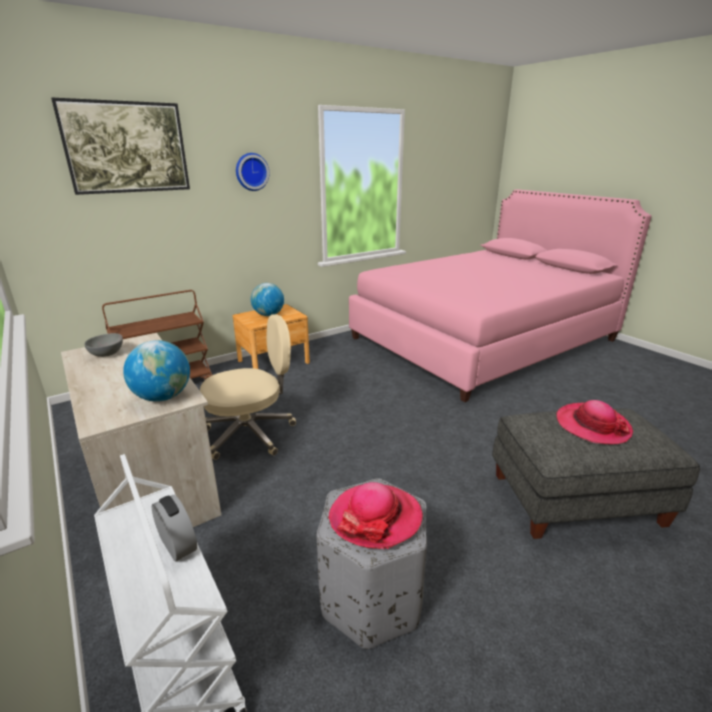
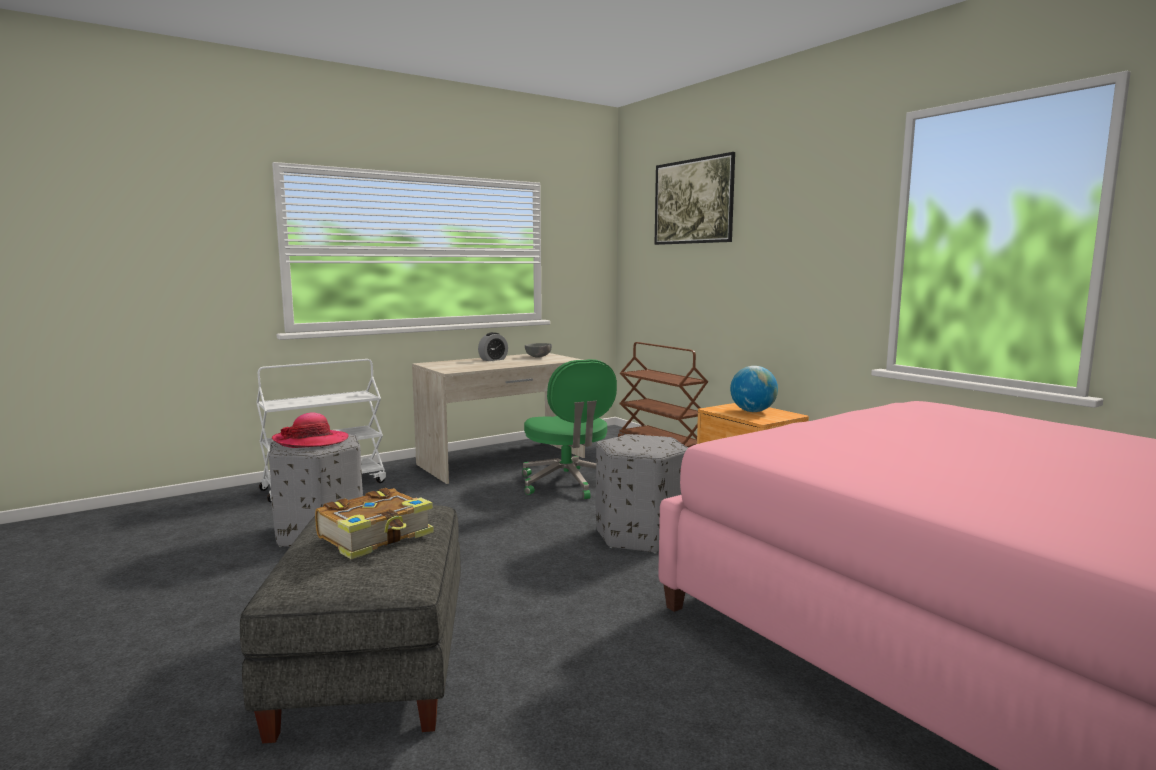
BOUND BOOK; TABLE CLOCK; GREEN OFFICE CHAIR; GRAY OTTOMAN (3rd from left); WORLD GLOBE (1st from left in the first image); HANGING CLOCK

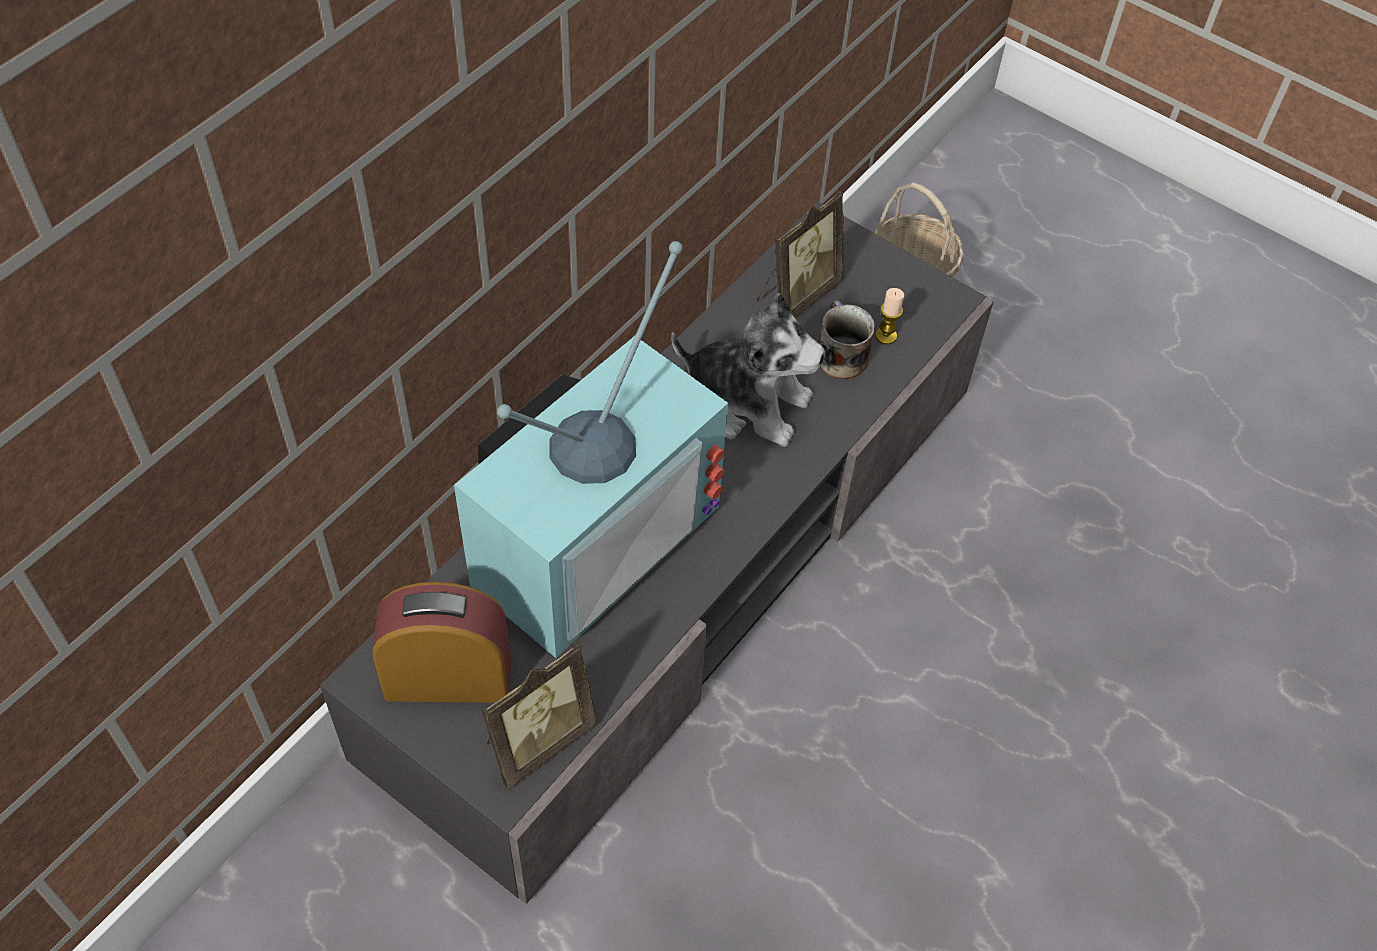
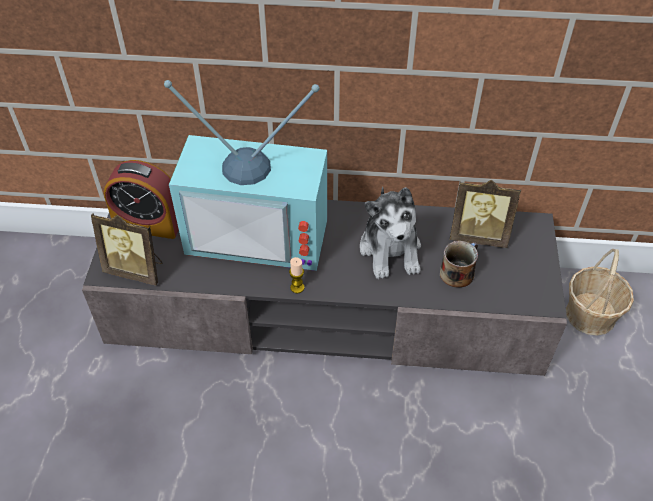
TABLE CLOCK; WAX CANDLE

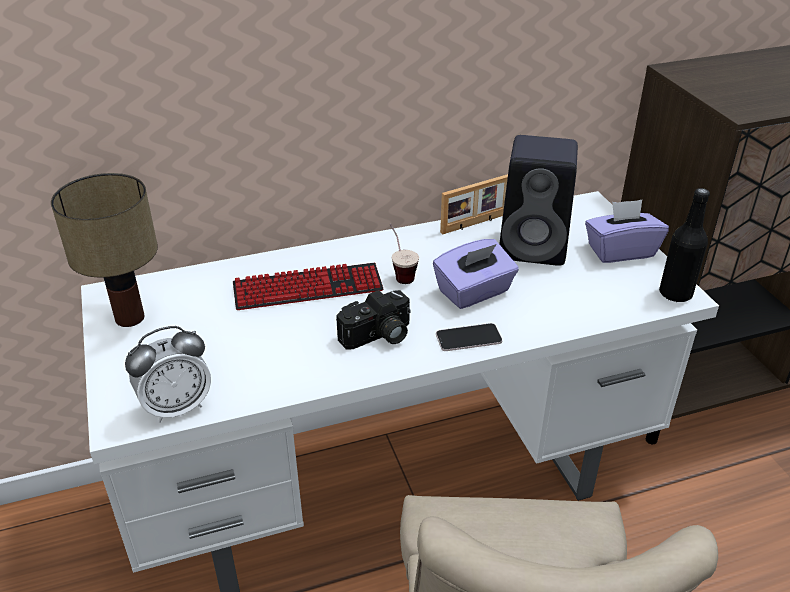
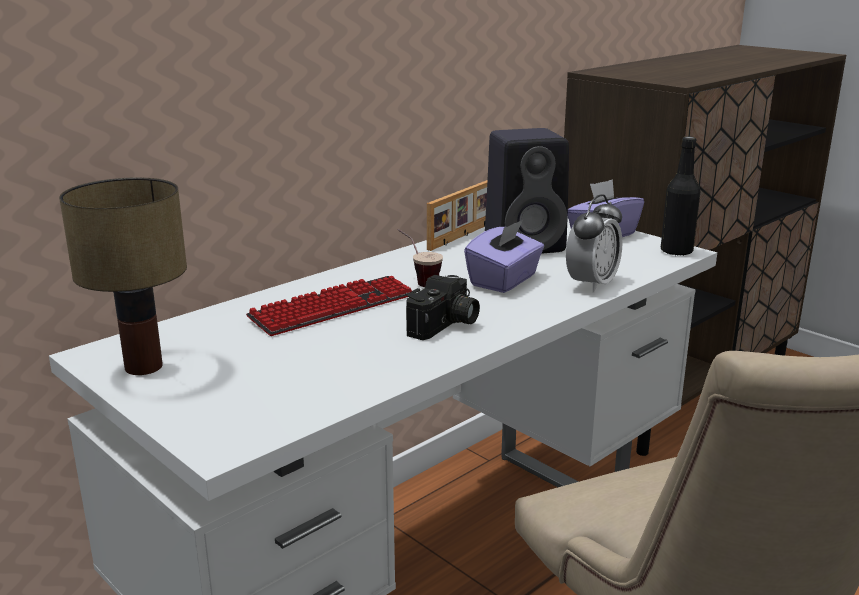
TABLE CLOCK; HANDSET

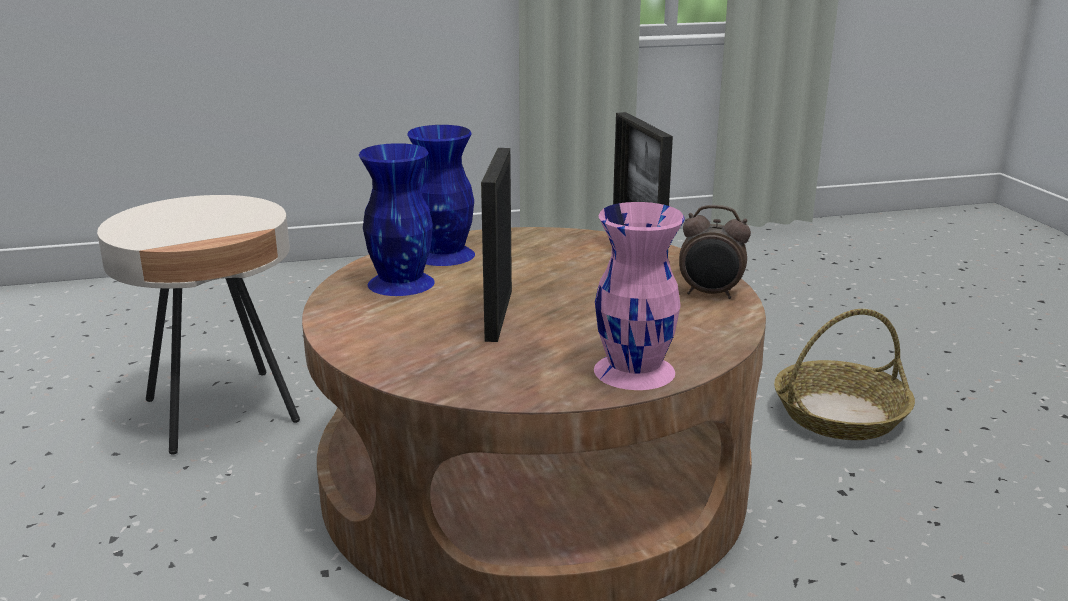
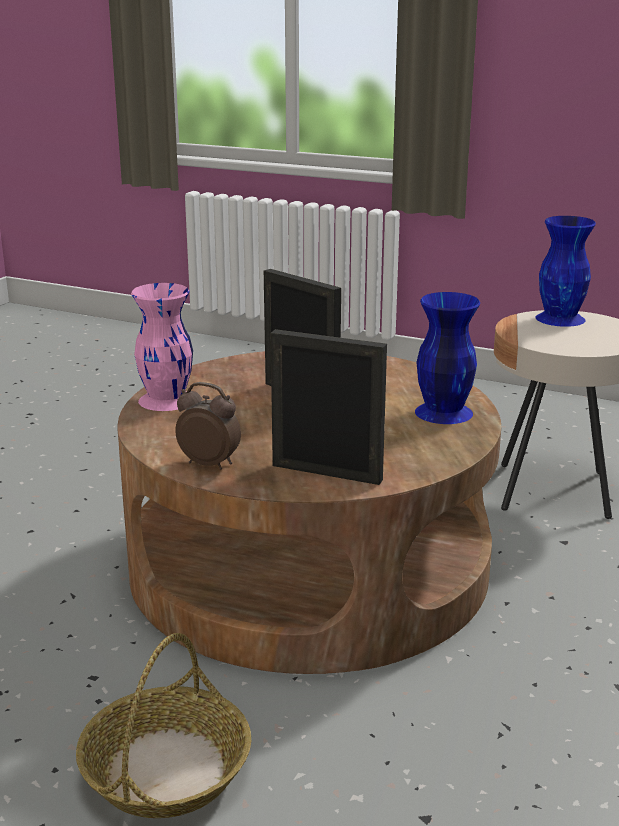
TABLE CLOCK; BLUISH DECORATIVE VASE (2nd from left)

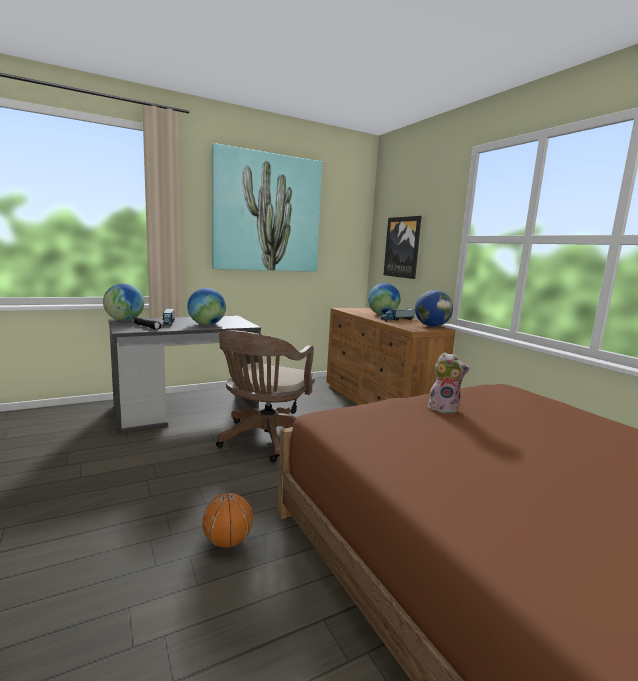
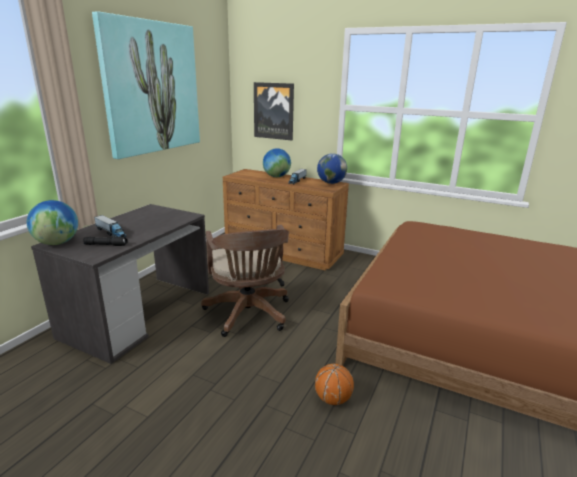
WORLD GLOBE (2nd from left in the first image); PLUSH TOY

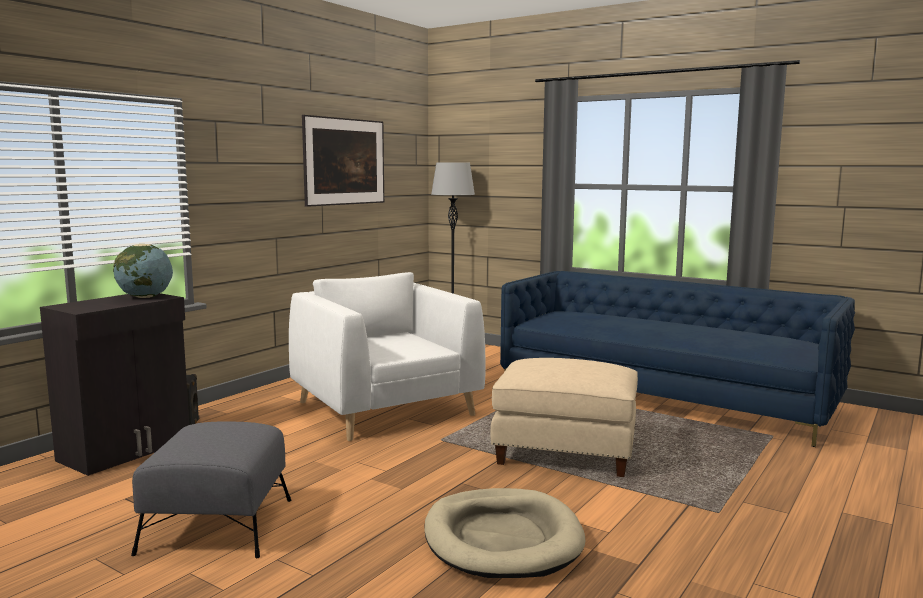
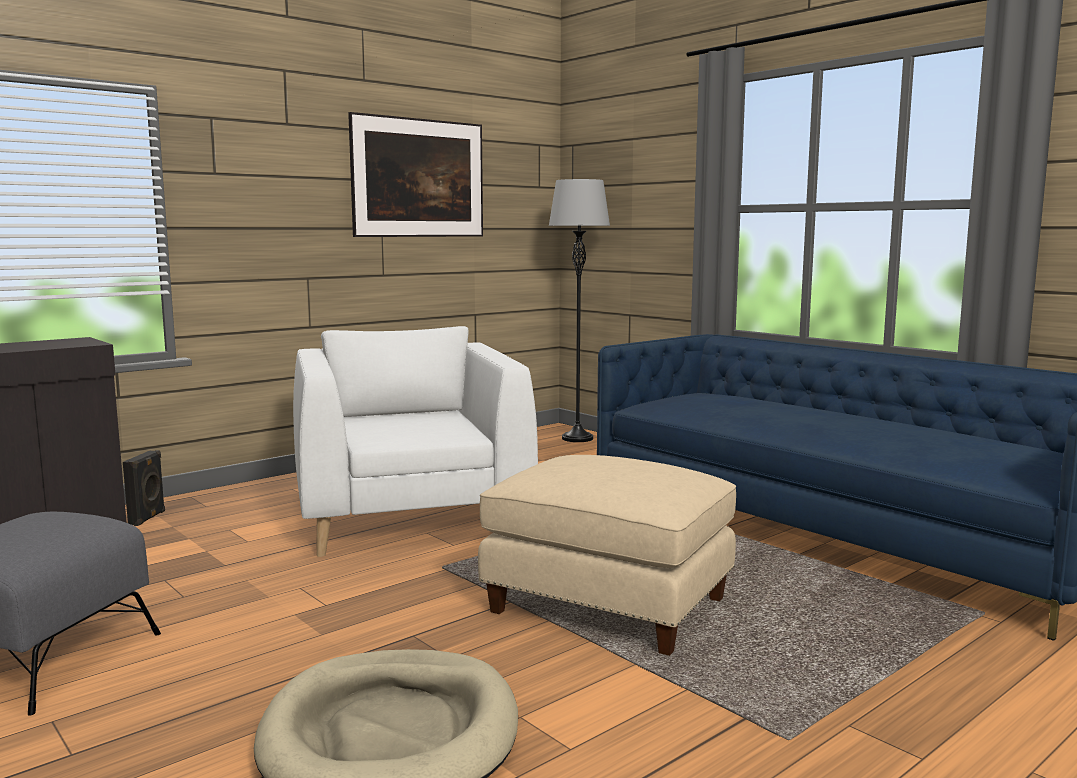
WORLD GLOBE

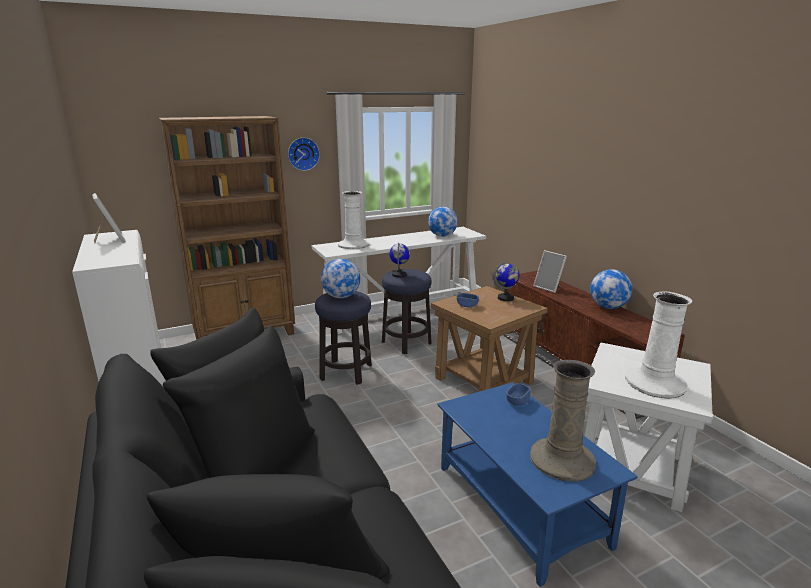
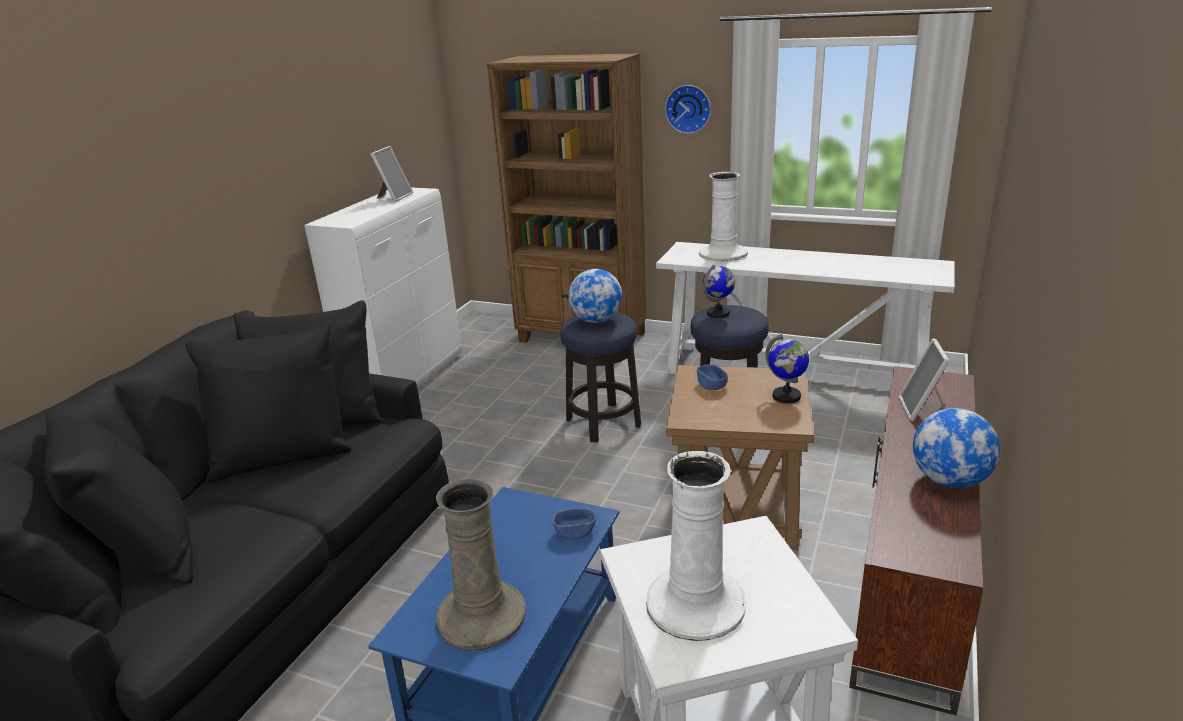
WORLD GLOBE (3rd from left in the first image)

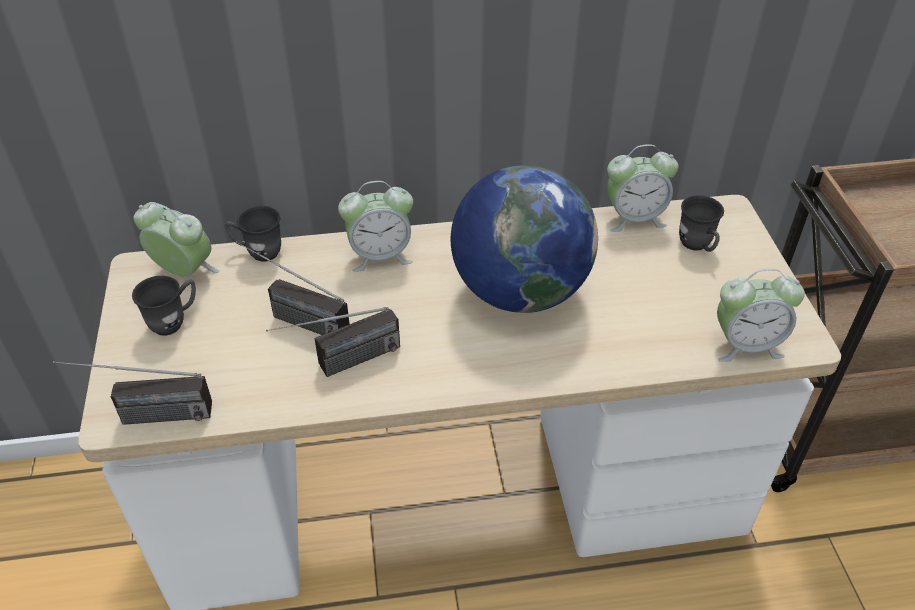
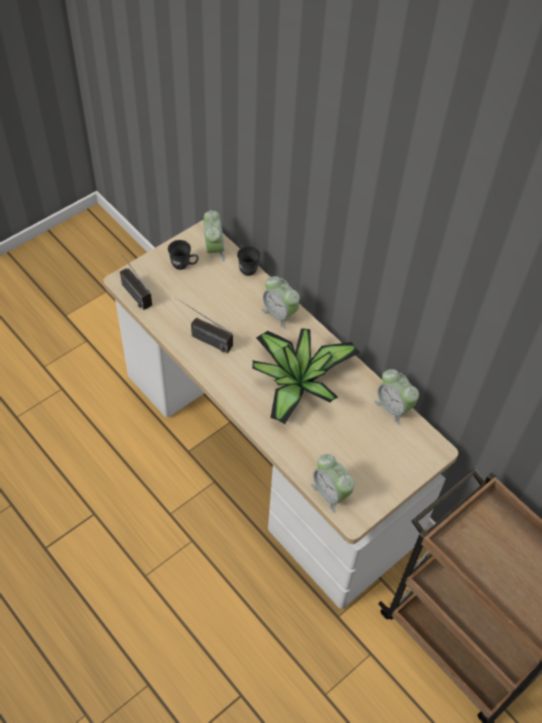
HOUSEPLANT; RADIO SET (2nd from left in the first image); GRAY TEA MUG (3rd from left in the first image)

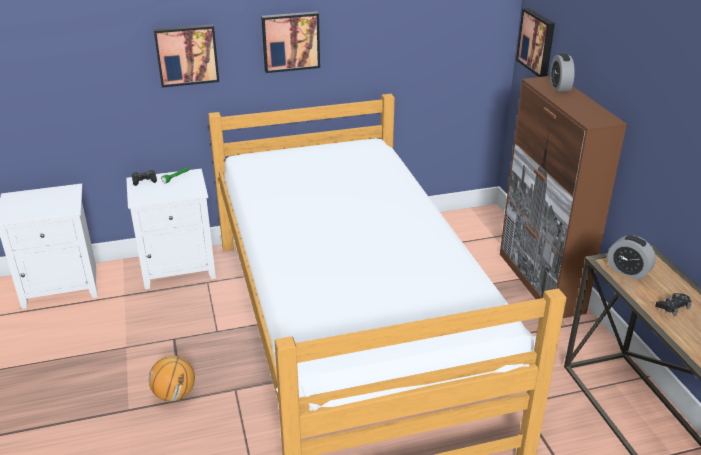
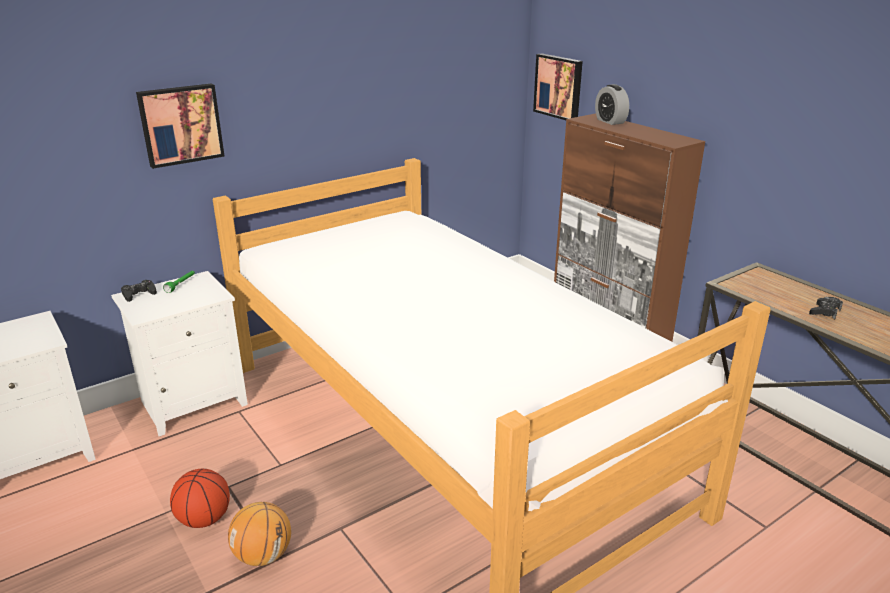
BASKETBALL (1st from left); WALL ART (2nd from left in the first image); TABLE CLOCK (2nd from left in the first image)

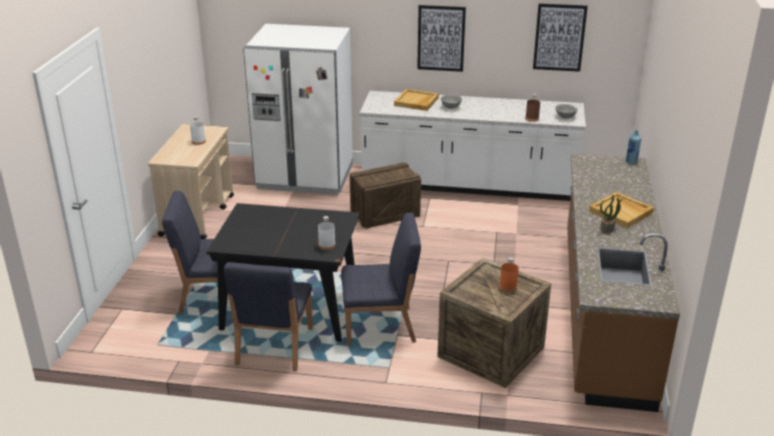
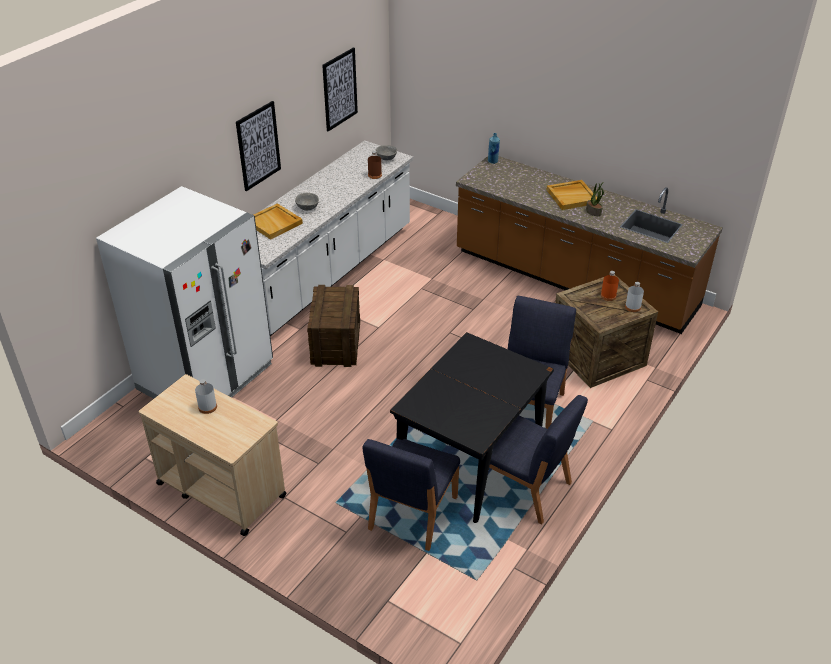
WHITISH BEVERAGE BOTTLE (2nd from left)

